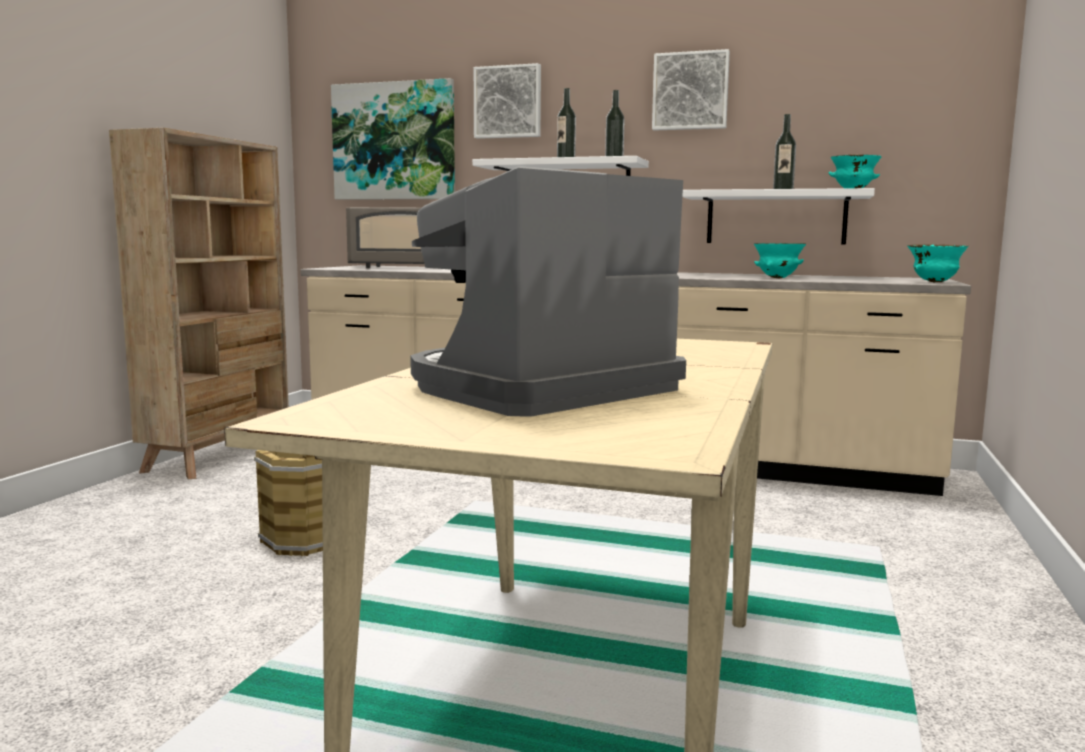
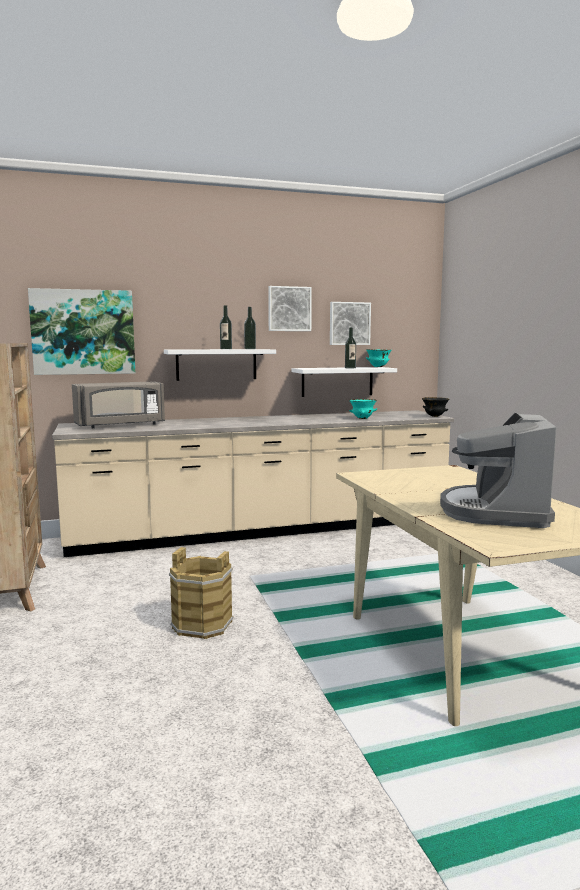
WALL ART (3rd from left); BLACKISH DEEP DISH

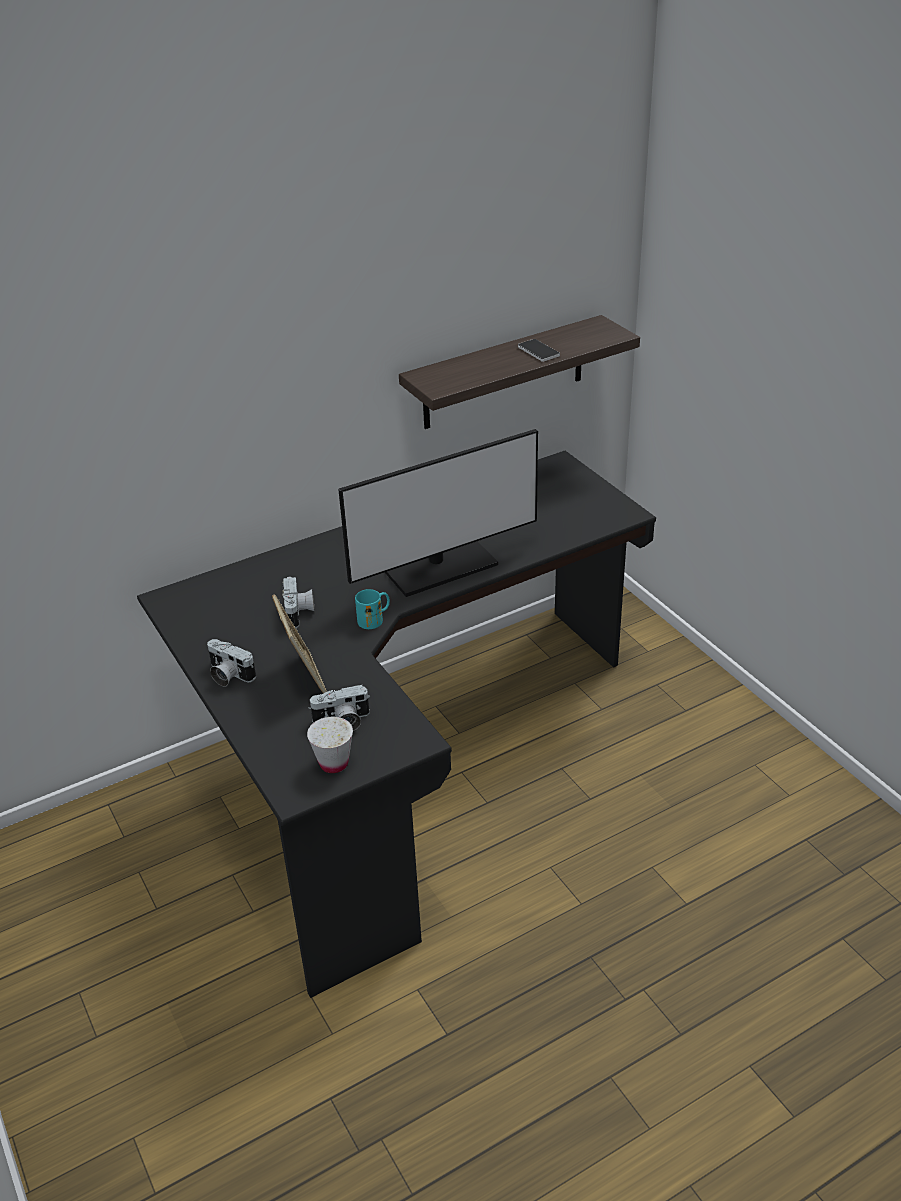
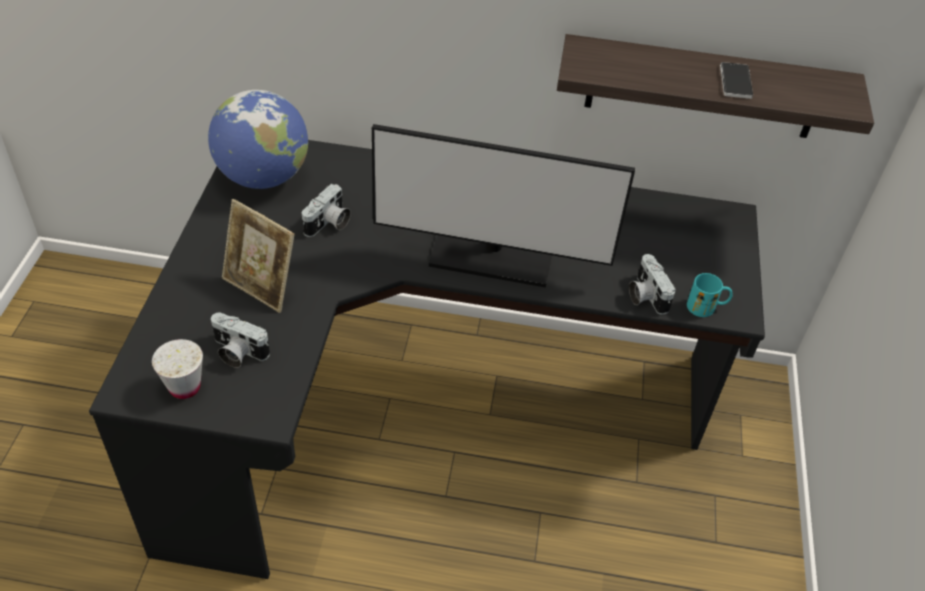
WORLD GLOBE; PICTURE FRAME; PHOTO CAMERA (3rd from left); TURQUOISE TEA MUG

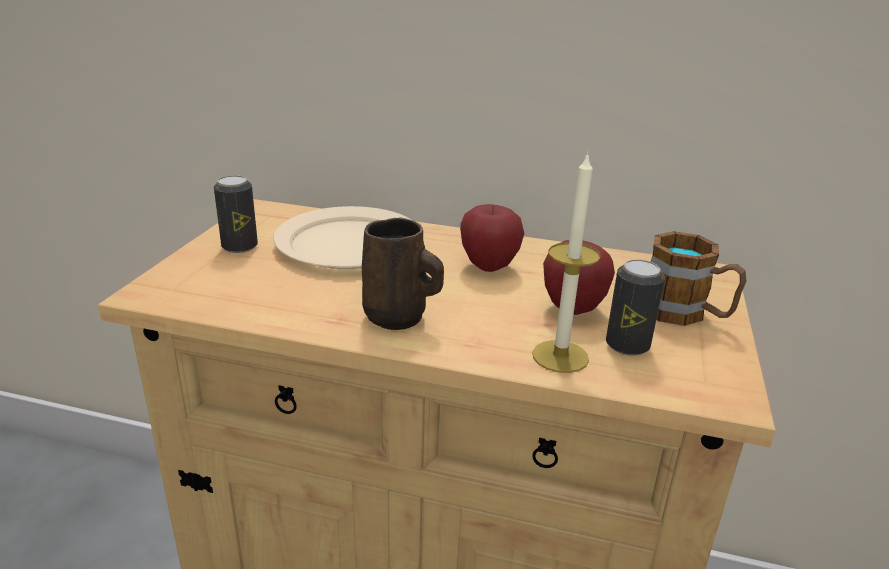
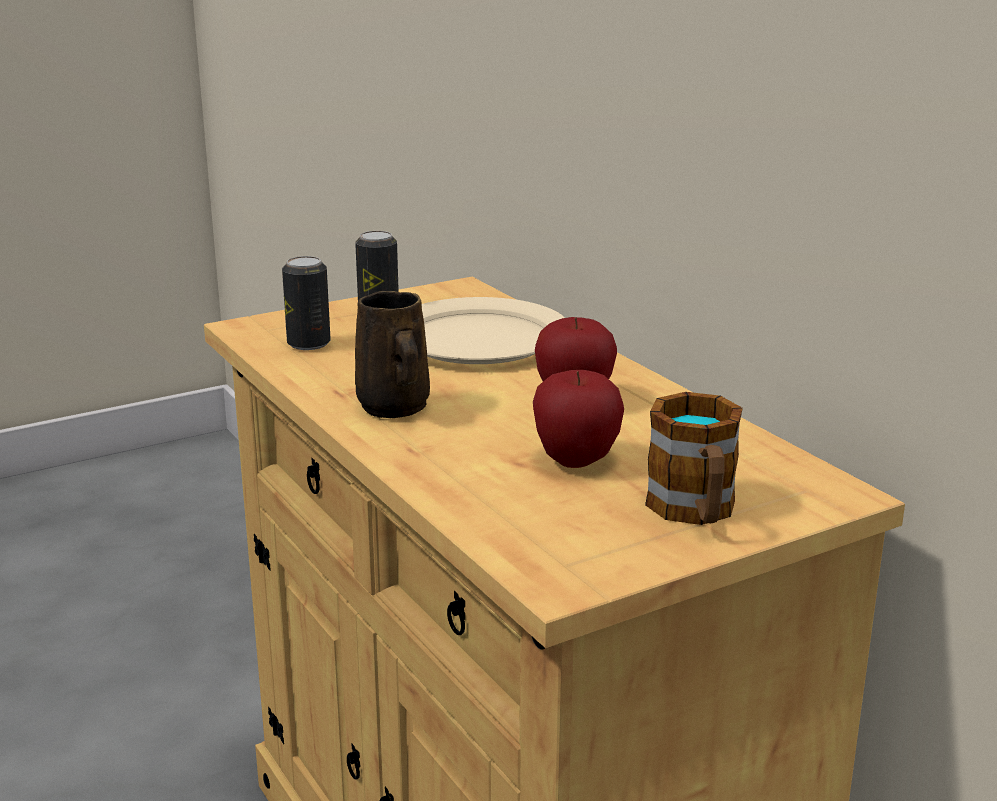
SEALED CAN (1st from left); WAX CANDLE

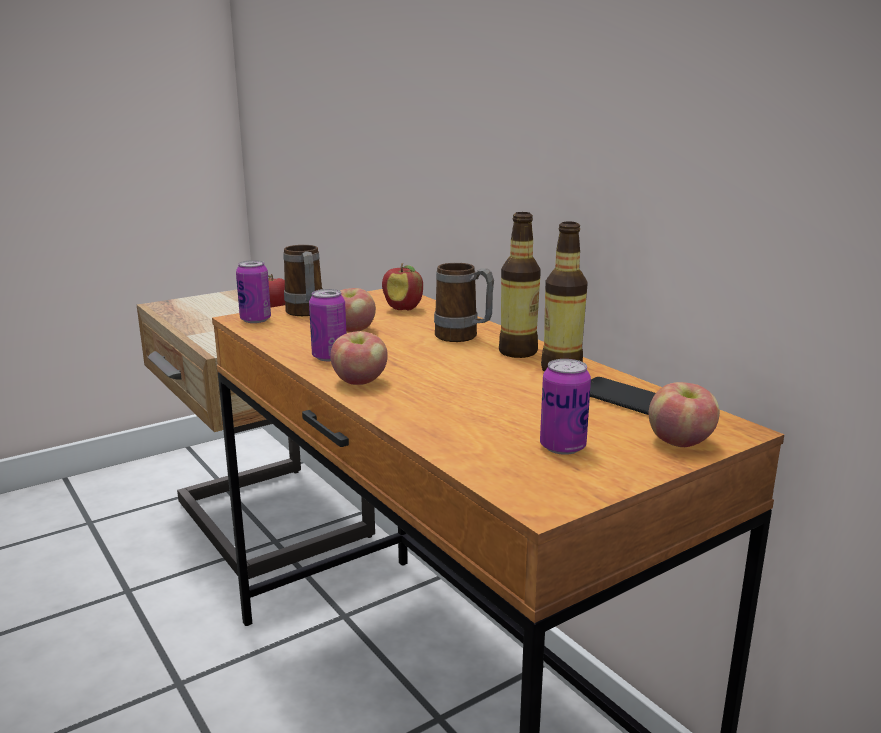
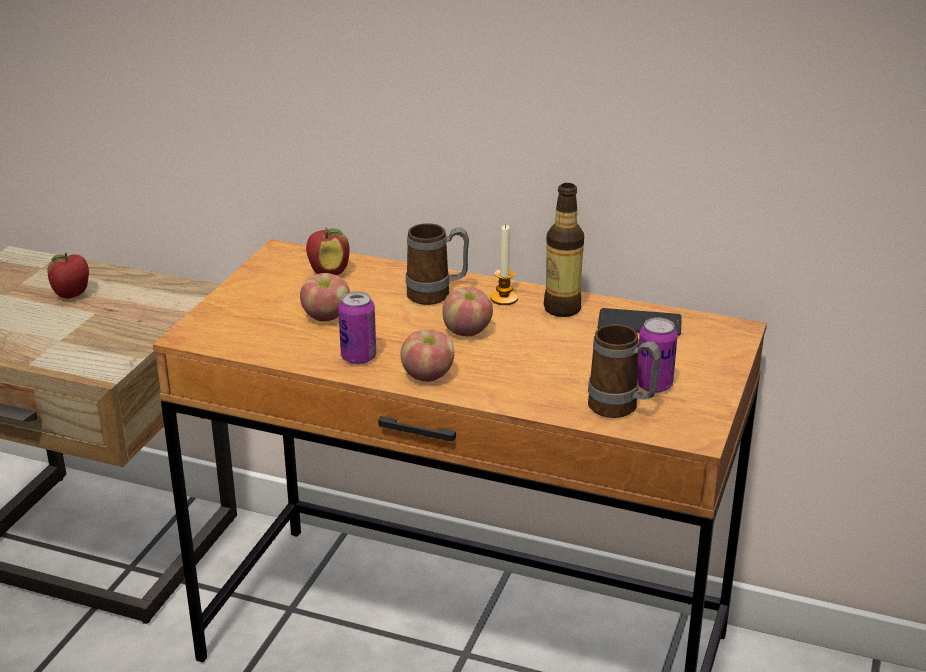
APPLE (5th from left); WAX CANDLE; TEA MUG (2nd from left); SEALED CAN (1st from left in the first image)

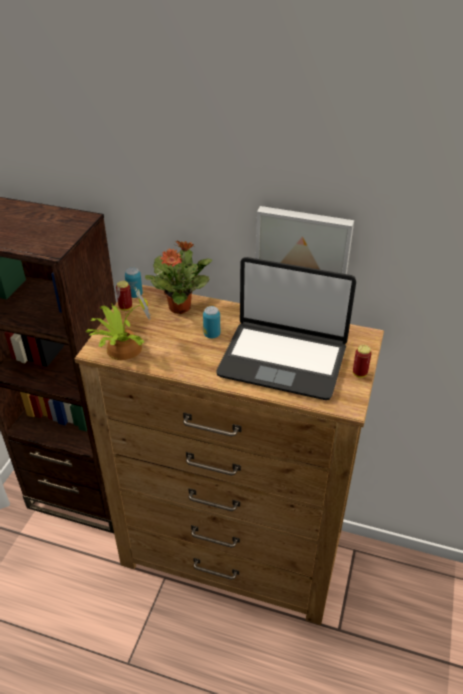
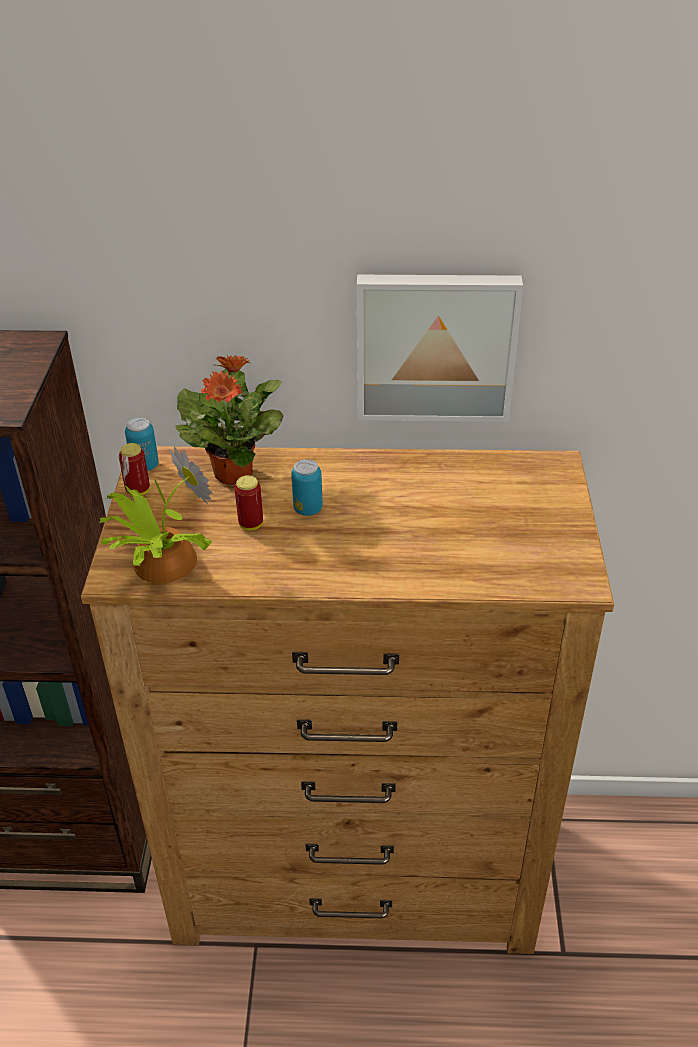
SEALED CAN (3rd from left); NOTEBOOK COMPUTER

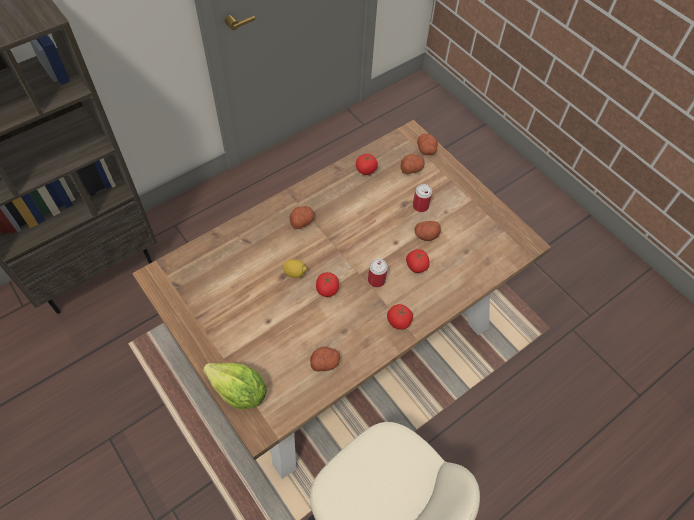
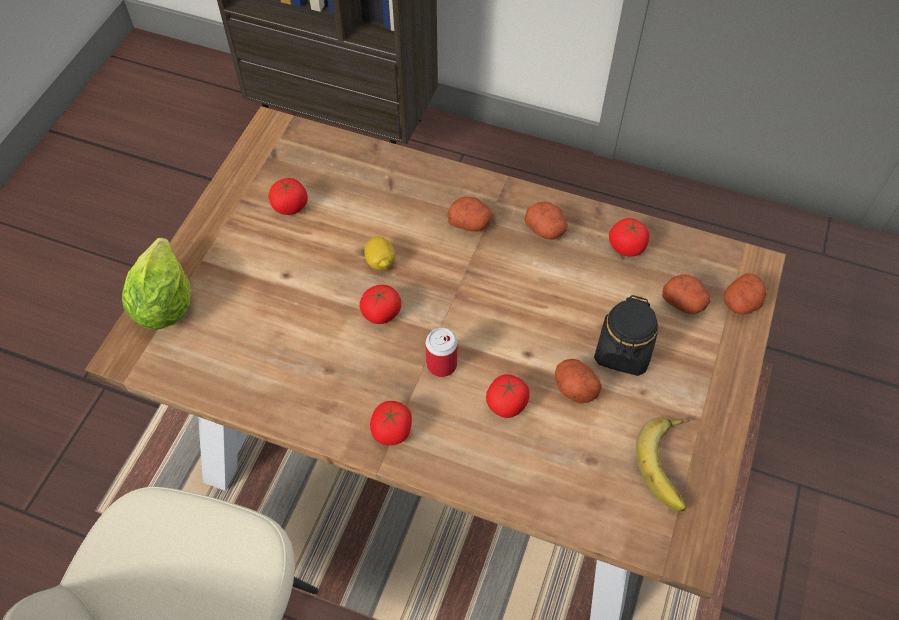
FRESH TOMATO (1st from left); WHOLE POTATO (2nd from left); BLACKISH STORAGE JAR; WHOLE BANANA

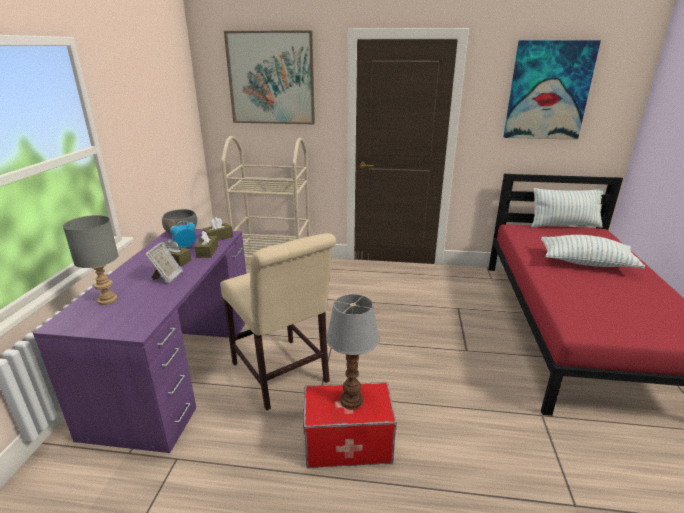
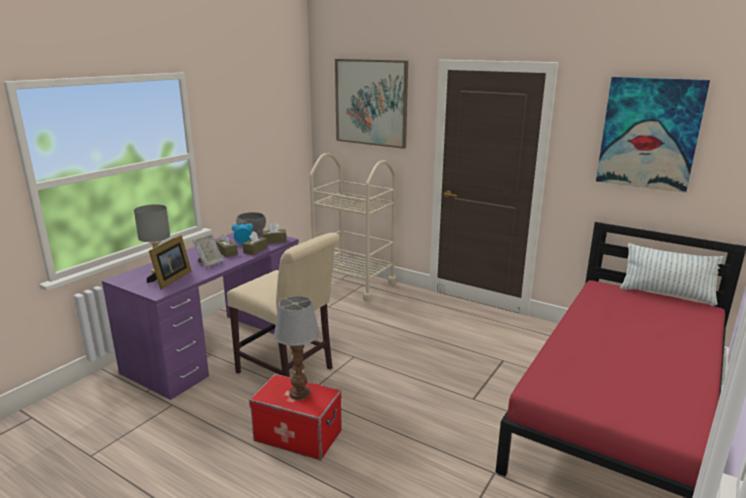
PICTURE FRAME (1st from left); BEIGE-COLOURED PLAIN CHAIR; CUSHION (2nd from left in the first image)

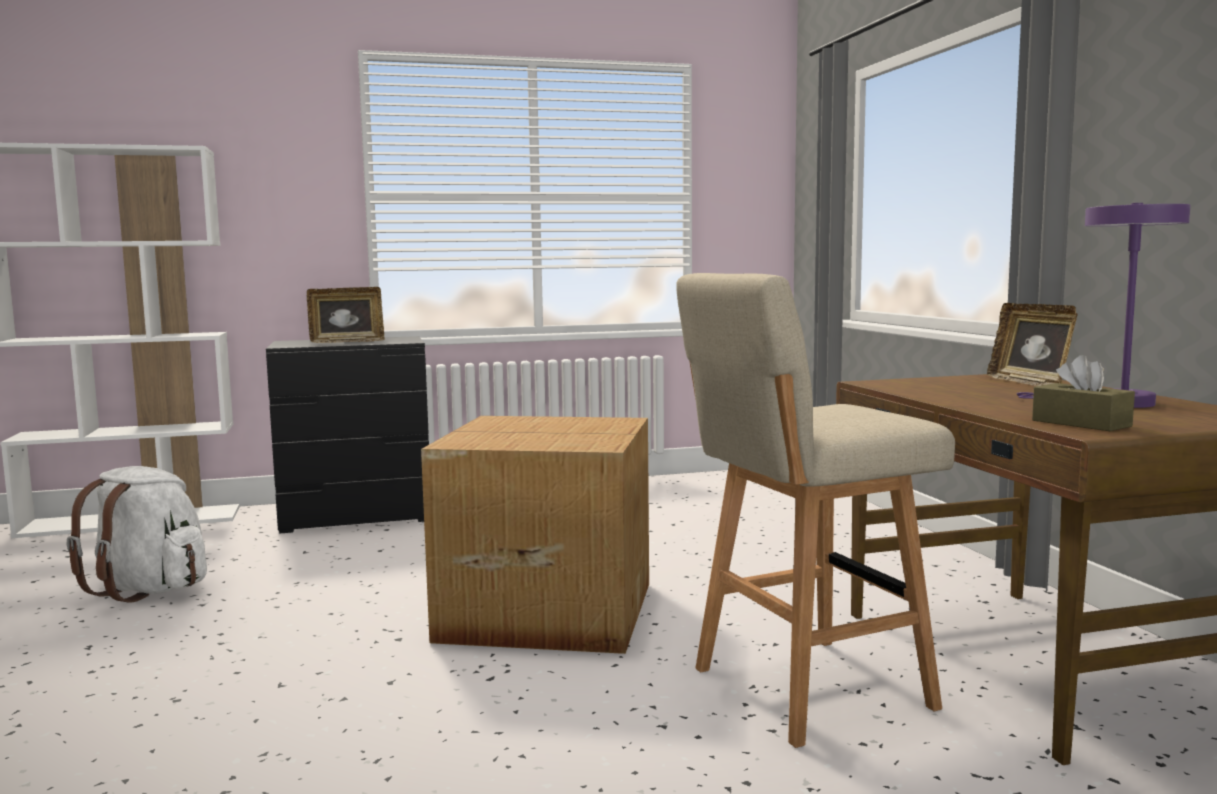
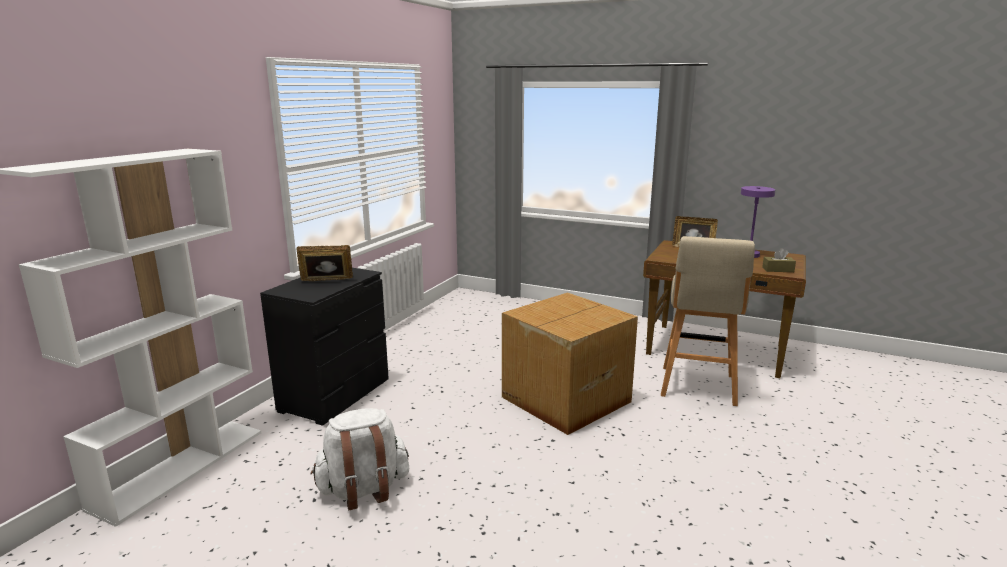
PICTURE FRAME (1st from left)

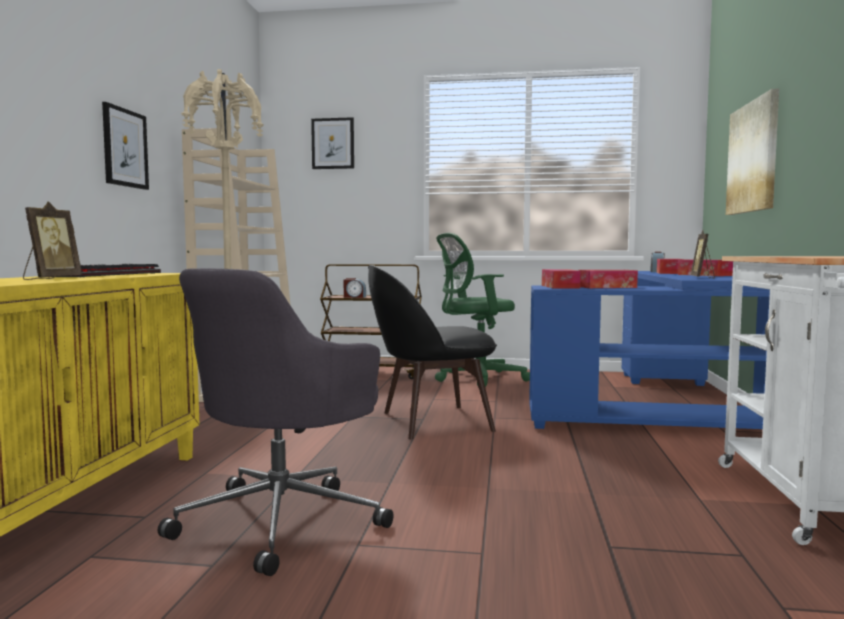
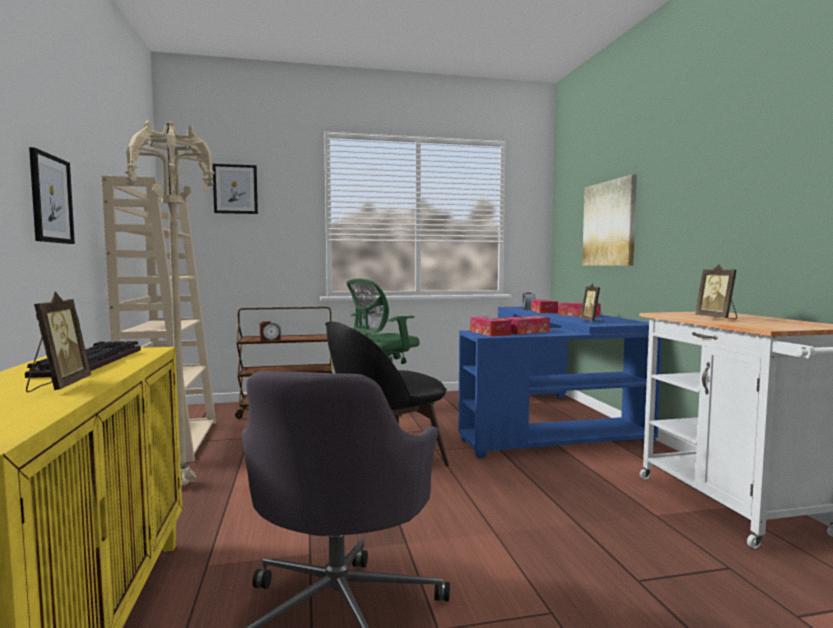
PICTURE FRAME (3rd from left)

